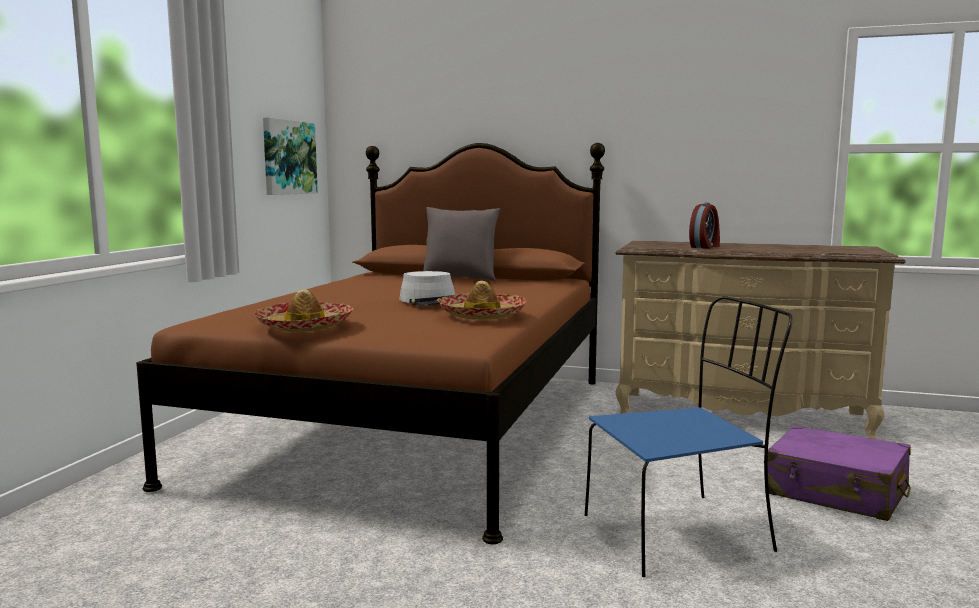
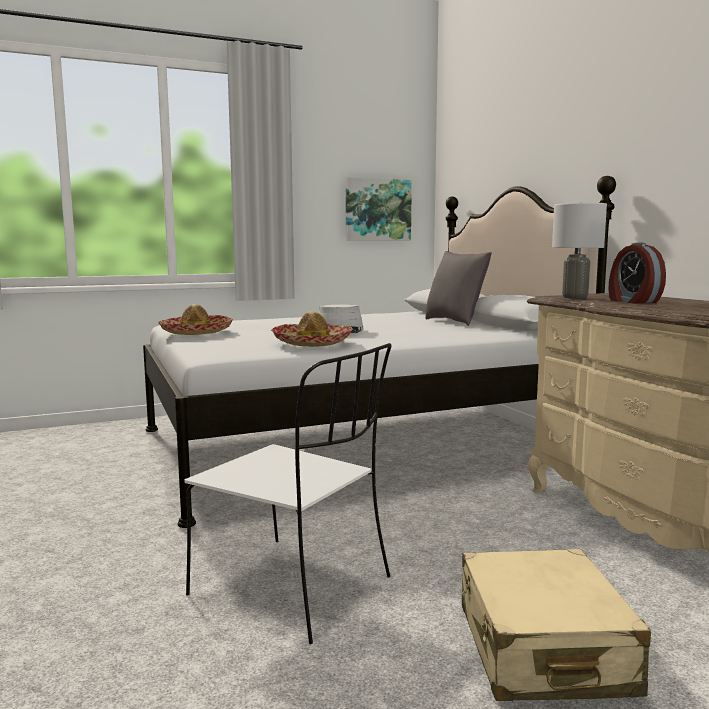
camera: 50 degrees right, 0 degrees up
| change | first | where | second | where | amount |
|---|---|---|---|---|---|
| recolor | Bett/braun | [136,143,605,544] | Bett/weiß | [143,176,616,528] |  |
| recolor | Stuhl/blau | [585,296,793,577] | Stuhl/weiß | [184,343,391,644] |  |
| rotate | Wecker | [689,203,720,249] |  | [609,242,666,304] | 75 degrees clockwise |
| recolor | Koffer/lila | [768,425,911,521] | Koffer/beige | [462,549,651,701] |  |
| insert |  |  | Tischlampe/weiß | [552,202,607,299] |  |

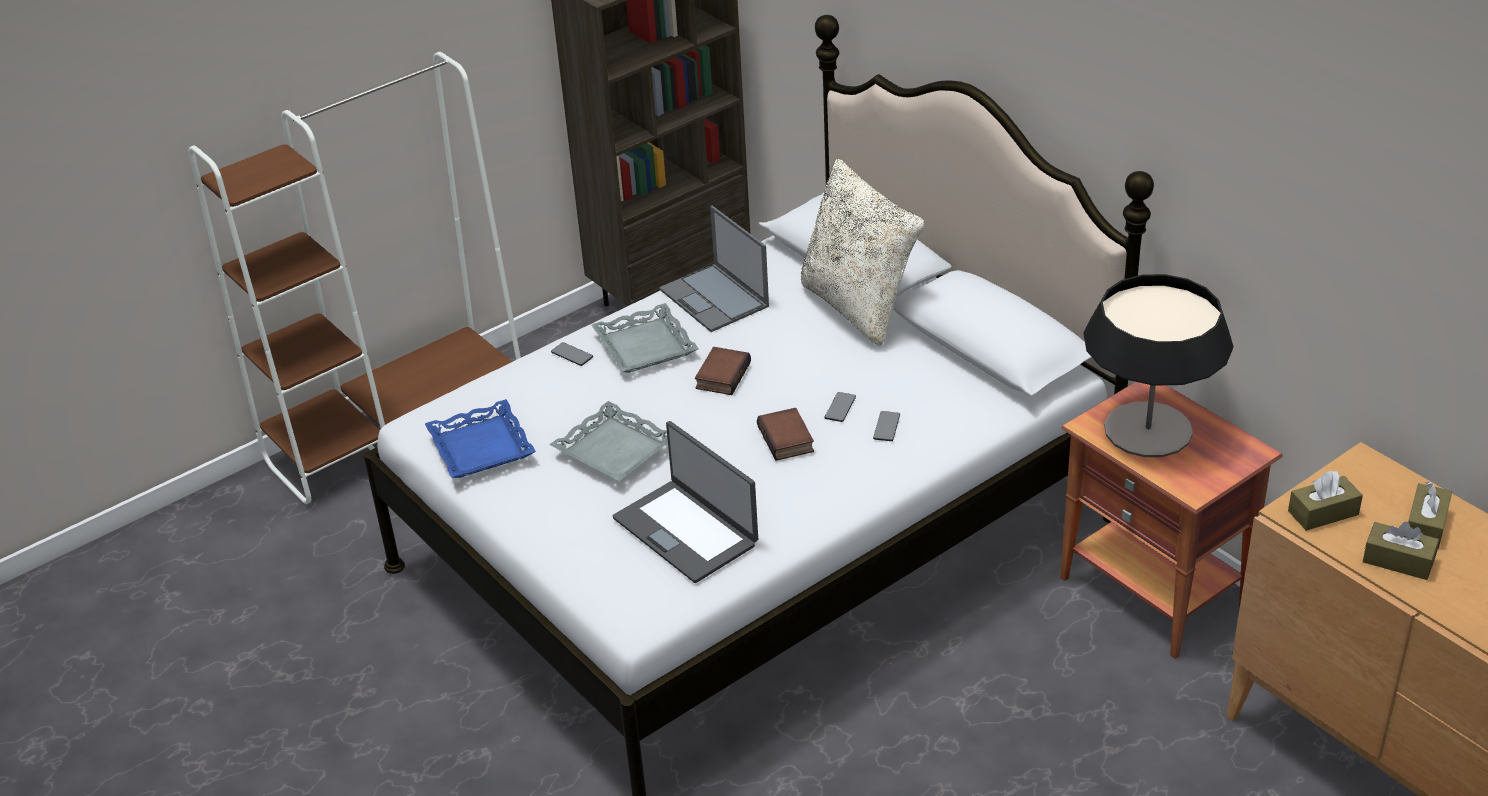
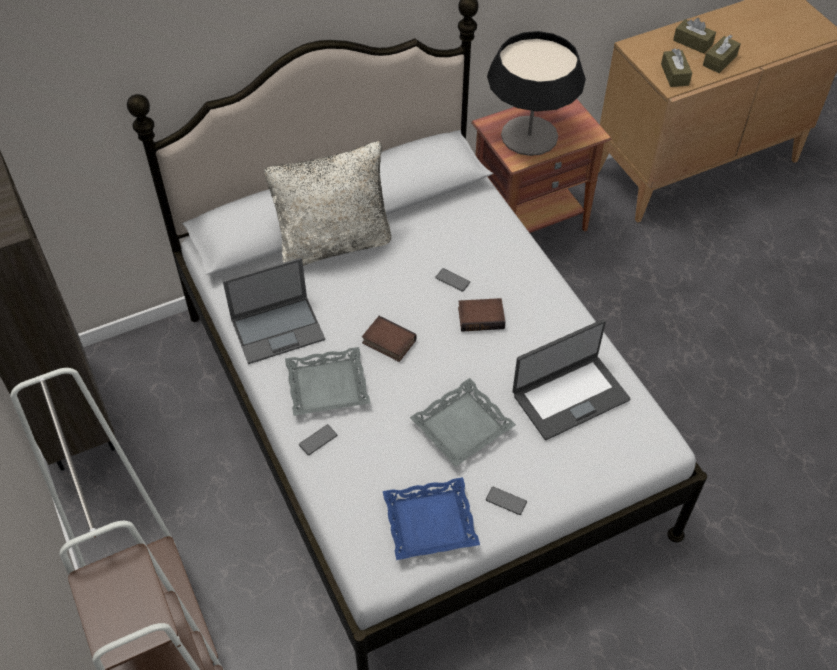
camera: 80 degrees left, 15 degrees up
| change | first | where | second | where | amount |
|---|---|---|---|---|---|
| move | Handy | [873,411,900,441] |  | [486,487,527,515] |  |

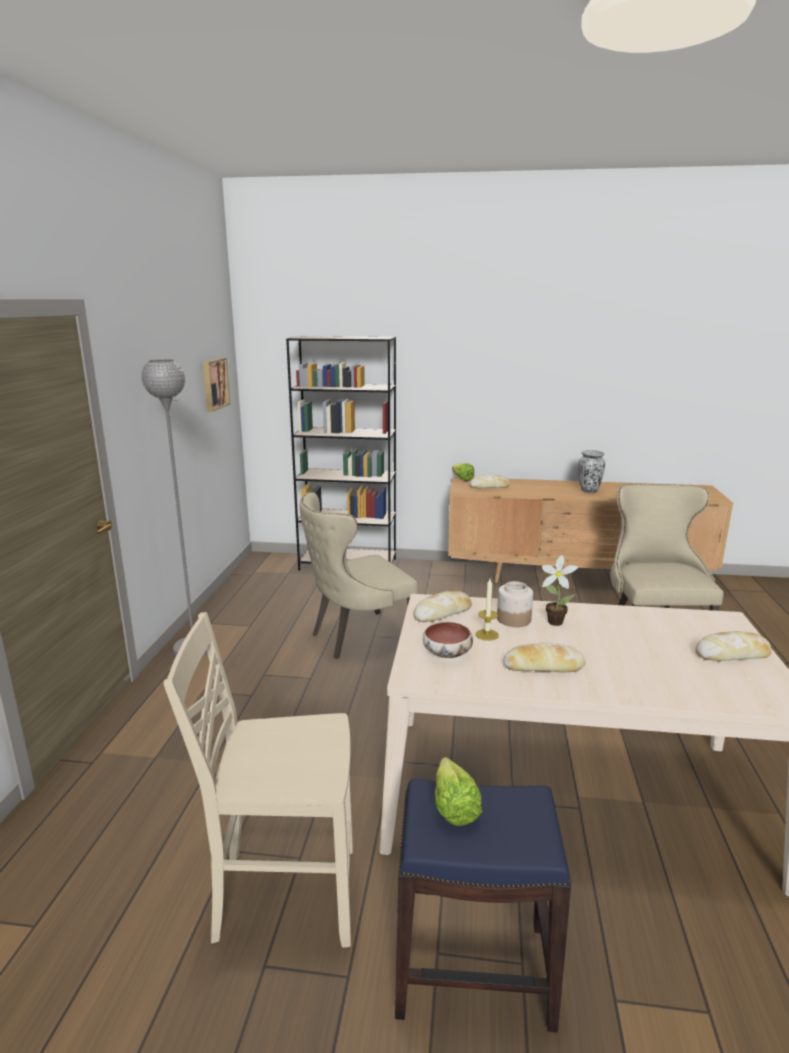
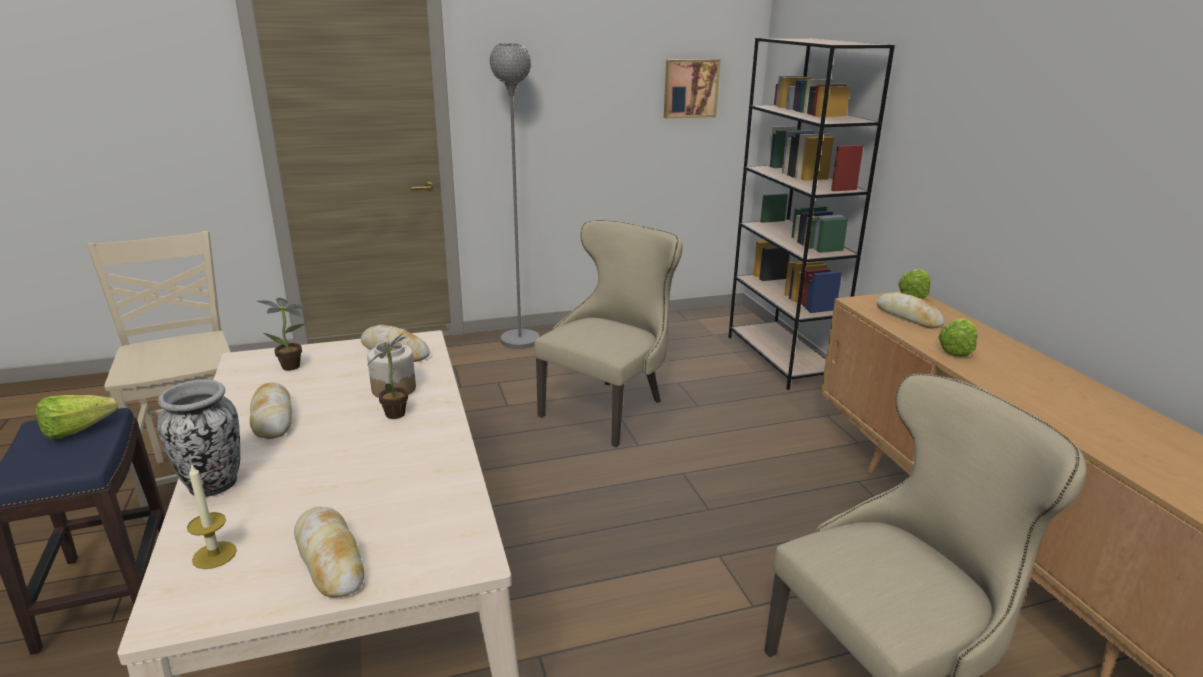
camera: 65 degrees right, 5 degrees up
| change | first | where | second | where | amount |
|---|---|---|---|---|---|
| rotate | Stuhl/beige | [300,492,417,659] |  | [534,220,683,447] | 90 degrees clockwise |
| replace | Schüssel | [423,622,473,658] | Topfpflanze | [257,298,307,371] |  |
| move | Kerze | [475,579,499,641] |  | [187,463,237,569] |  |
| move | Vase | [578,450,605,493] |  | [157,379,240,497] |  |
| insert |  |  | Salatkopf | [938,318,978,357] |  |

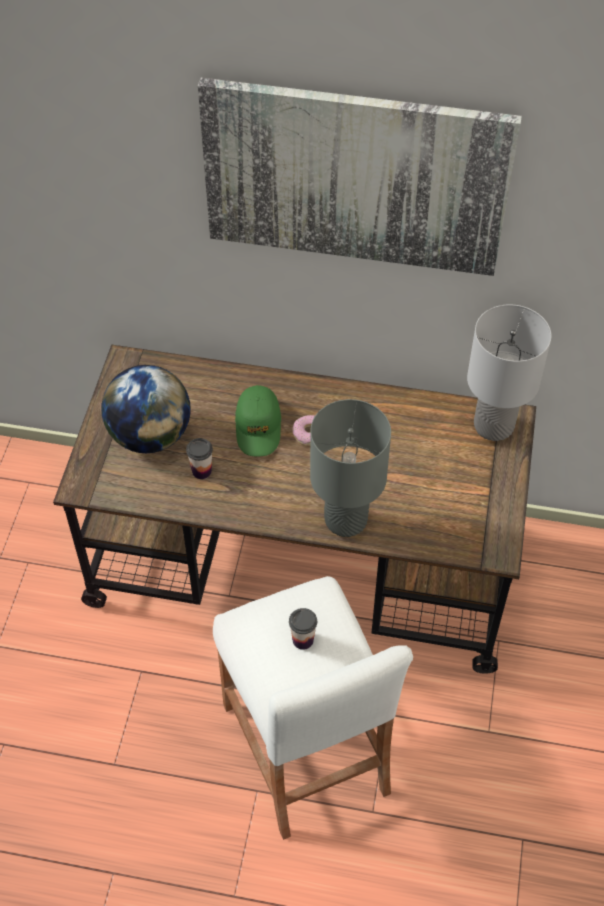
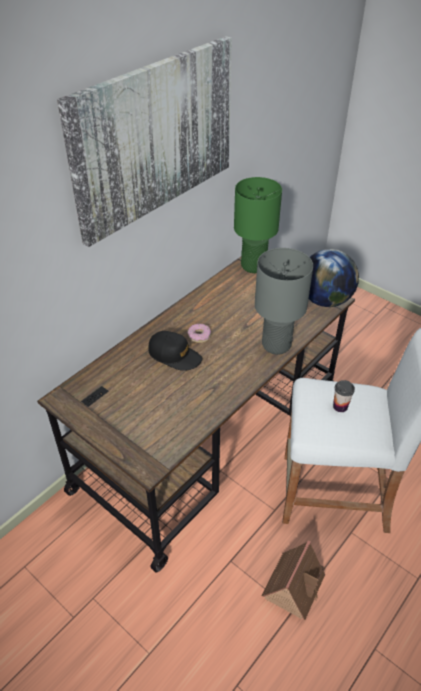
camera: 60 degrees left, 10 degrees down
| change | first | where | second | where | amount |
|---|---|---|---|---|---|
| move | Globus | [102,365,191,453] |  | [309,249,359,307] |  |
| delete | Tasse | [186,438,213,479] |  |  |  |
| recolor | Kappe/grün | [235,385,281,456] | Kappe/schwarz | [148,331,203,371] |  |
| recolor | Tischlampe/grau | [467,304,551,441] | Tischlampe/grün | [234,177,282,273] |  |
| insert |  |  | Spielzeughaus | [261,541,325,620] |  |

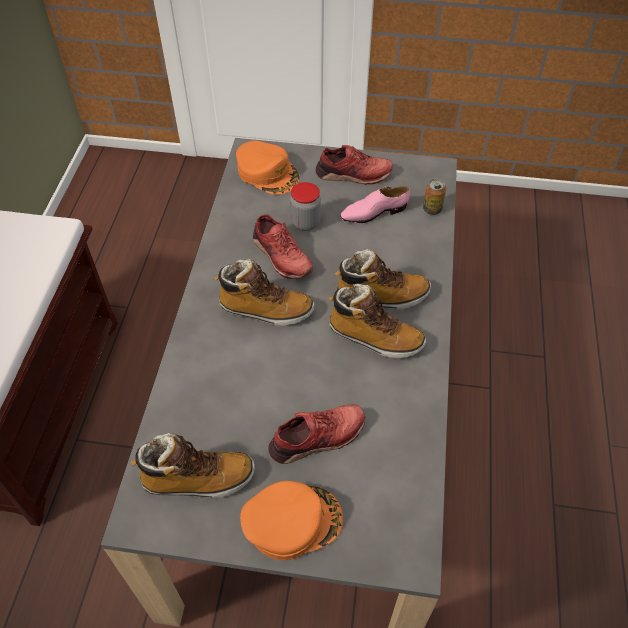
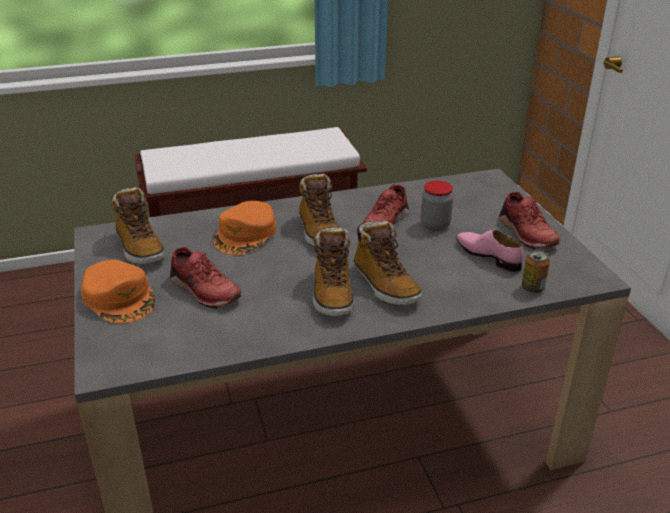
camera: 65 degrees right, 20 degrees down
| change | first | where | second | where | amount |
|---|---|---|---|---|---|
| move | Kappe/orange | [236,141,300,195] |  | [213,201,276,255] |  |

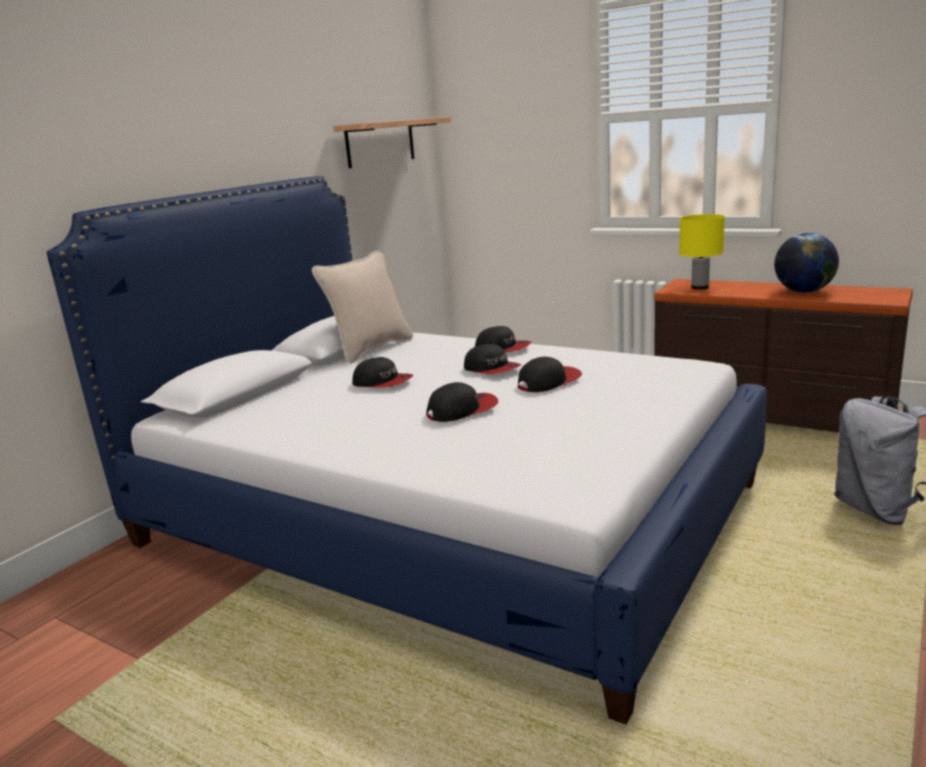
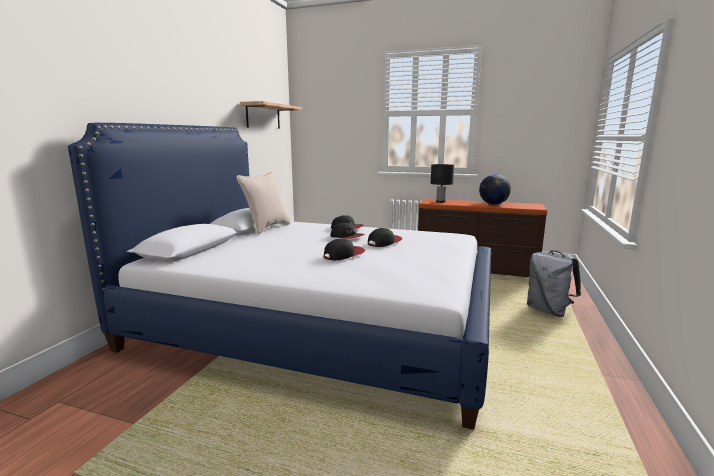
camera: 15 degrees left, 5 degrees down
| change | first | where | second | where | amount |
|---|---|---|---|---|---|
| delete | Kappe | [352,357,414,387] |  |  |  |
| recolor | Tischlampe/gelb | [679,214,725,290] | Tischlampe/schwarz | [431,164,454,203] |  |

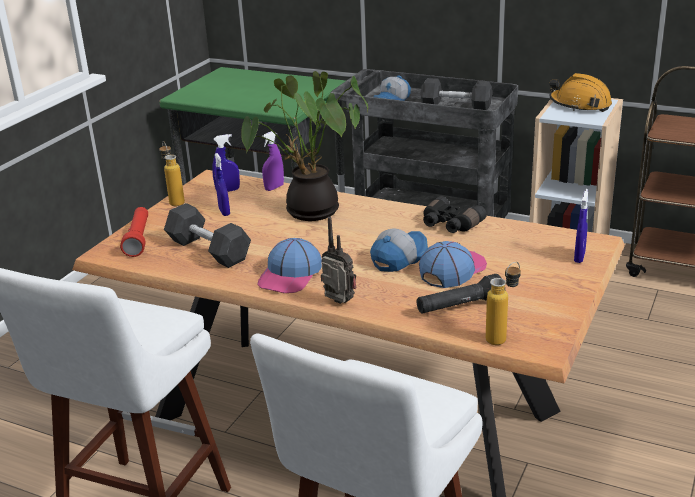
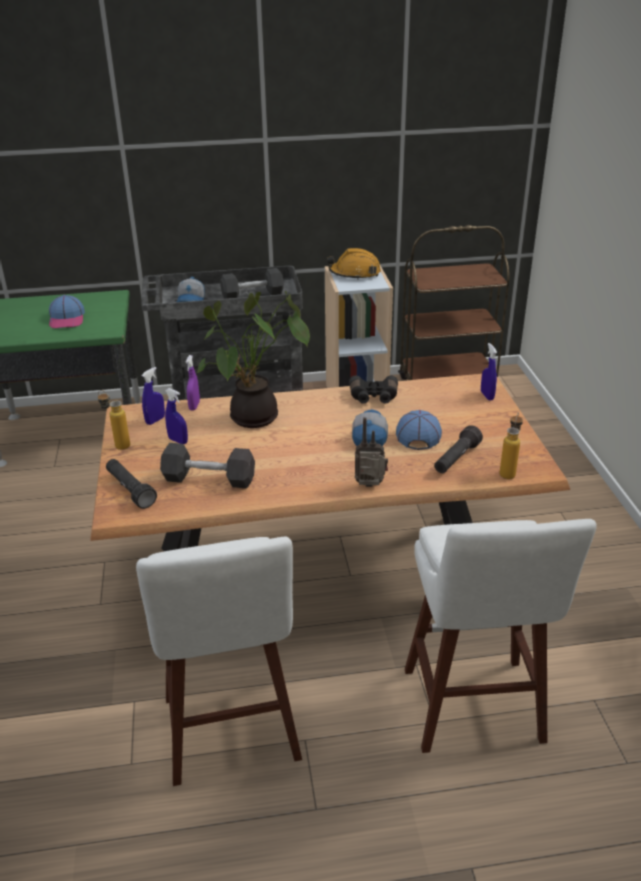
camera: 35 degrees left, 5 degrees up
| change | first | where | second | where | amount |
|---|---|---|---|---|---|
| recolor | Taschenlampe/rot | [120,207,148,257] | Taschenlampe/schwarz | [106,459,157,509] |  |
| move | Kappe | [257,238,322,293] |  | [49,295,85,328] |  |

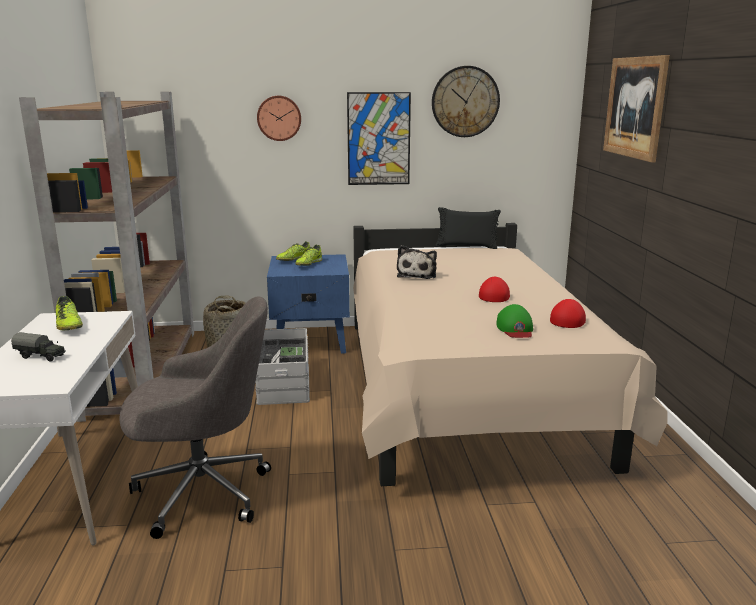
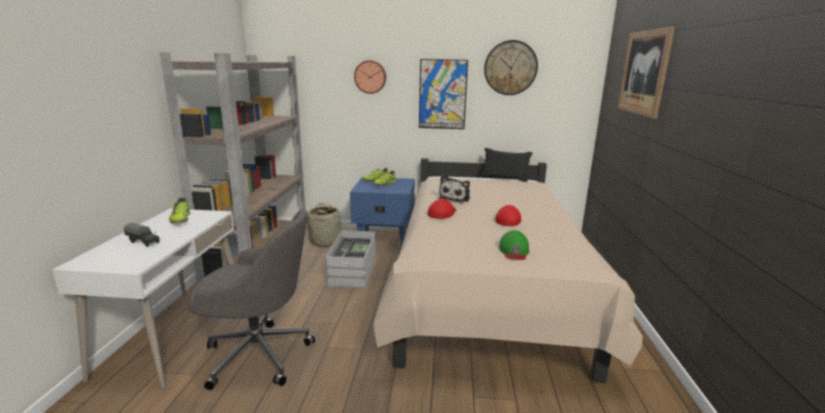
camera: 10 degrees right, 0 degrees up
| change | first | where | second | where | amount |
|---|---|---|---|---|---|
| move | Kappe/rot | [550,299,586,328] |  | [428,199,456,219] |  |

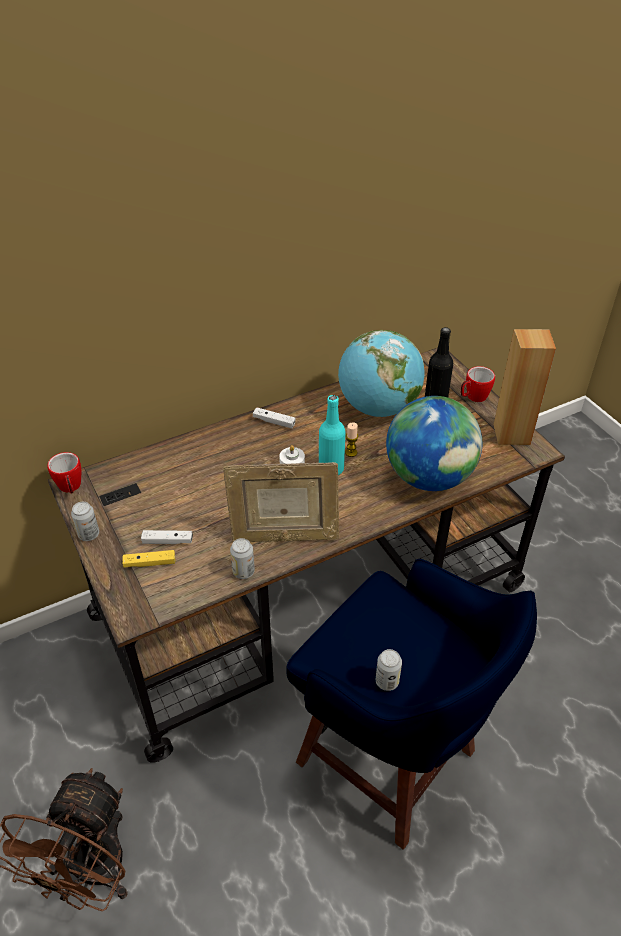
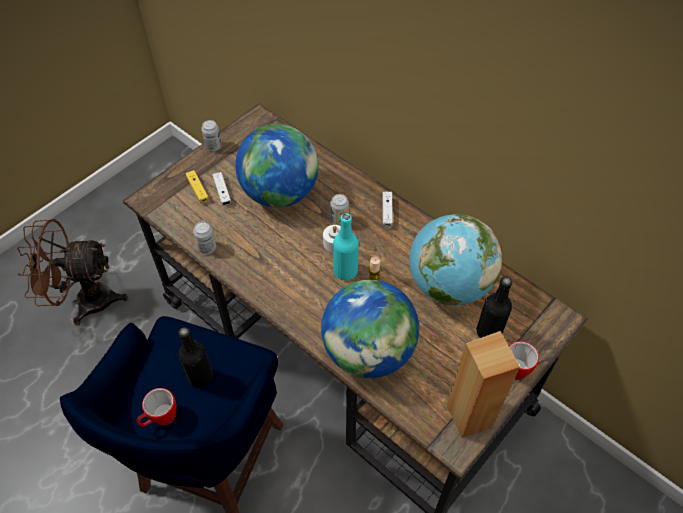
camera: 70 degrees right, 10 degrees up
| change | first | where | second | where | amount |
|---|---|---|---|---|---|
| move | Henkelbecher | [47,452,81,493] |  | [136,388,176,427] |  |
| delete | Bilderrahmen | [223,462,339,542] |  |  |  |
| move | Dose | [376,649,402,691] |  | [330,194,349,226] |  |
| insert |  |  | Flasche/schwarz | [178,327,213,388] |  |
| insert |  |  | Globus | [235,124,319,208] |  |

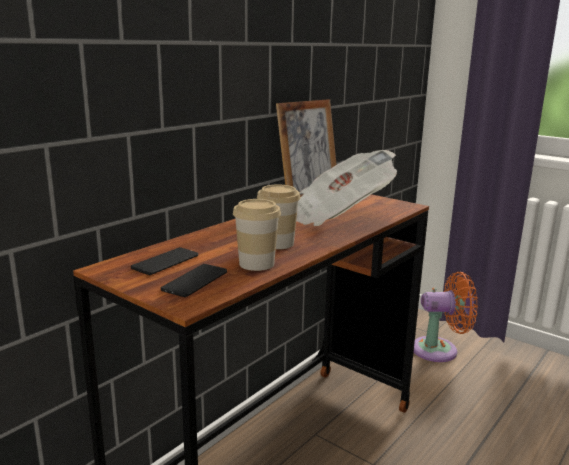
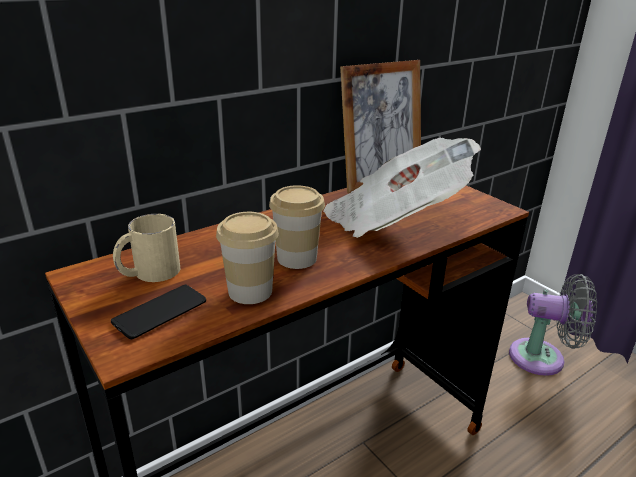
camera: 15 degrees right, 10 degrees up
| change | first | where | second | where | amount |
|---|---|---|---|---|---|
| replace | Handy | [131,247,198,275] | Henkelbecher/beige | [113,214,180,282] |  |
| recolor | Ventilator/orange | [414,272,478,362] | Ventilator/grau | [509,274,597,376] |  |

